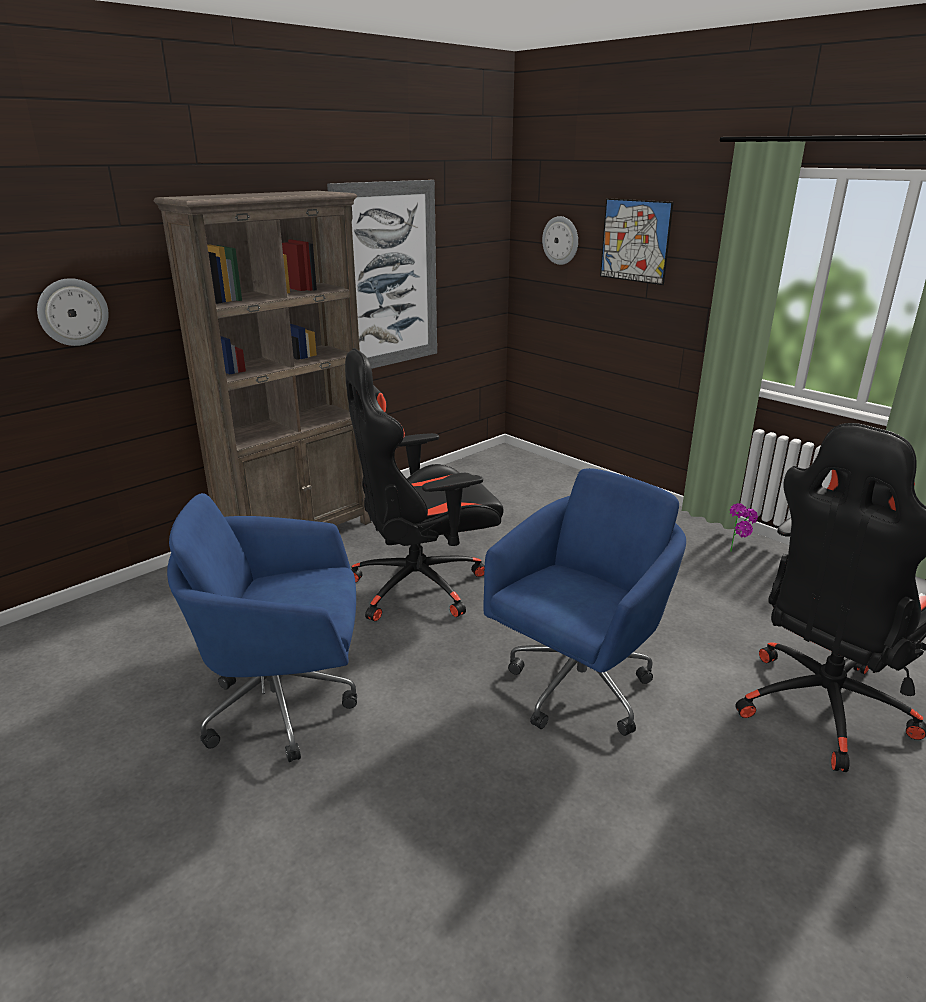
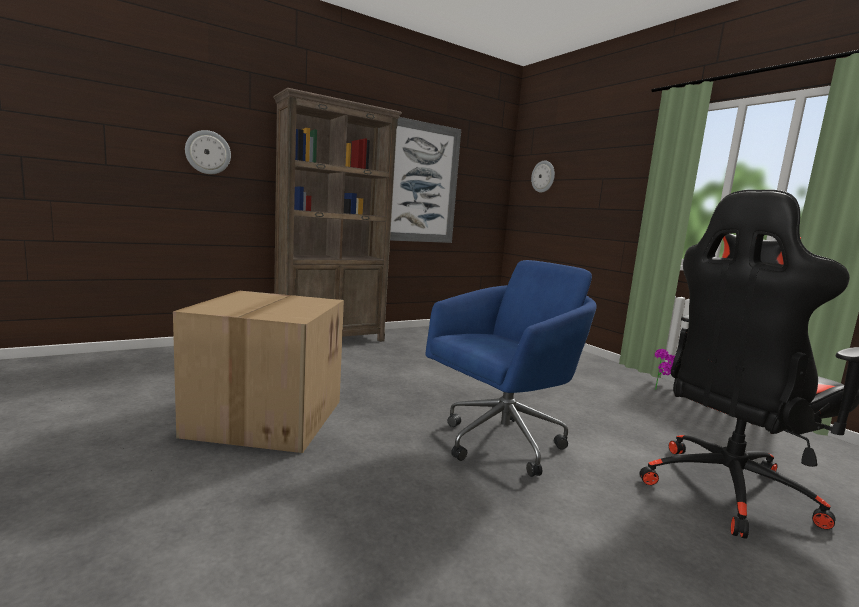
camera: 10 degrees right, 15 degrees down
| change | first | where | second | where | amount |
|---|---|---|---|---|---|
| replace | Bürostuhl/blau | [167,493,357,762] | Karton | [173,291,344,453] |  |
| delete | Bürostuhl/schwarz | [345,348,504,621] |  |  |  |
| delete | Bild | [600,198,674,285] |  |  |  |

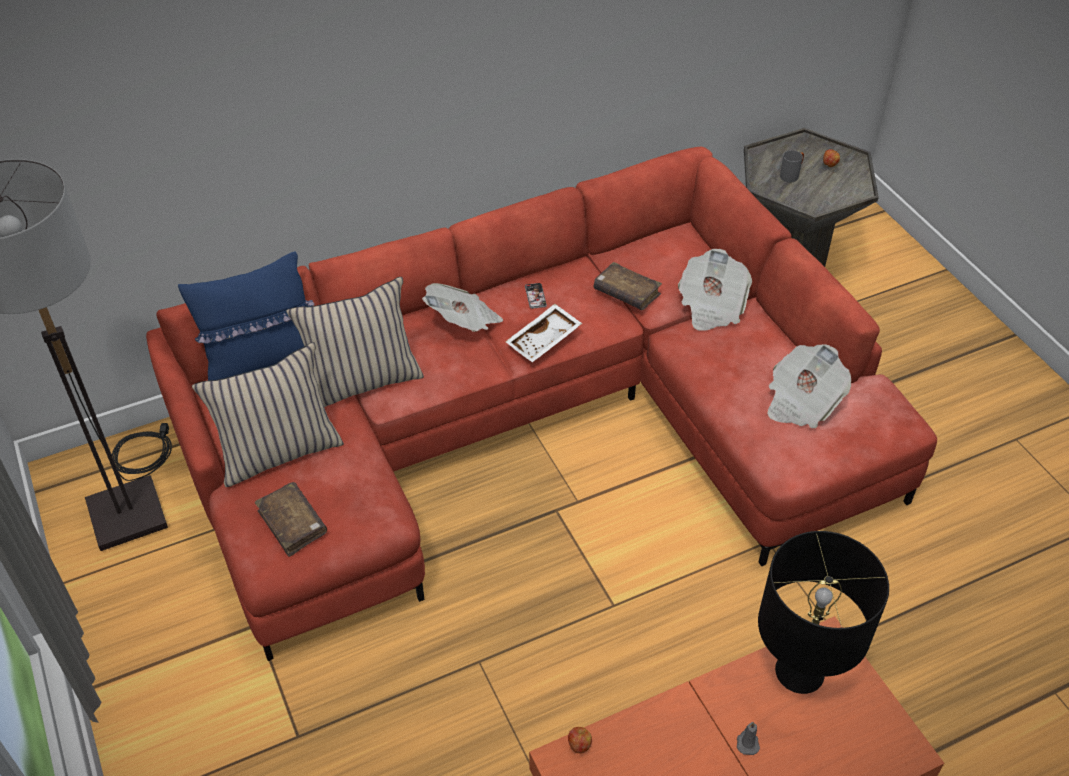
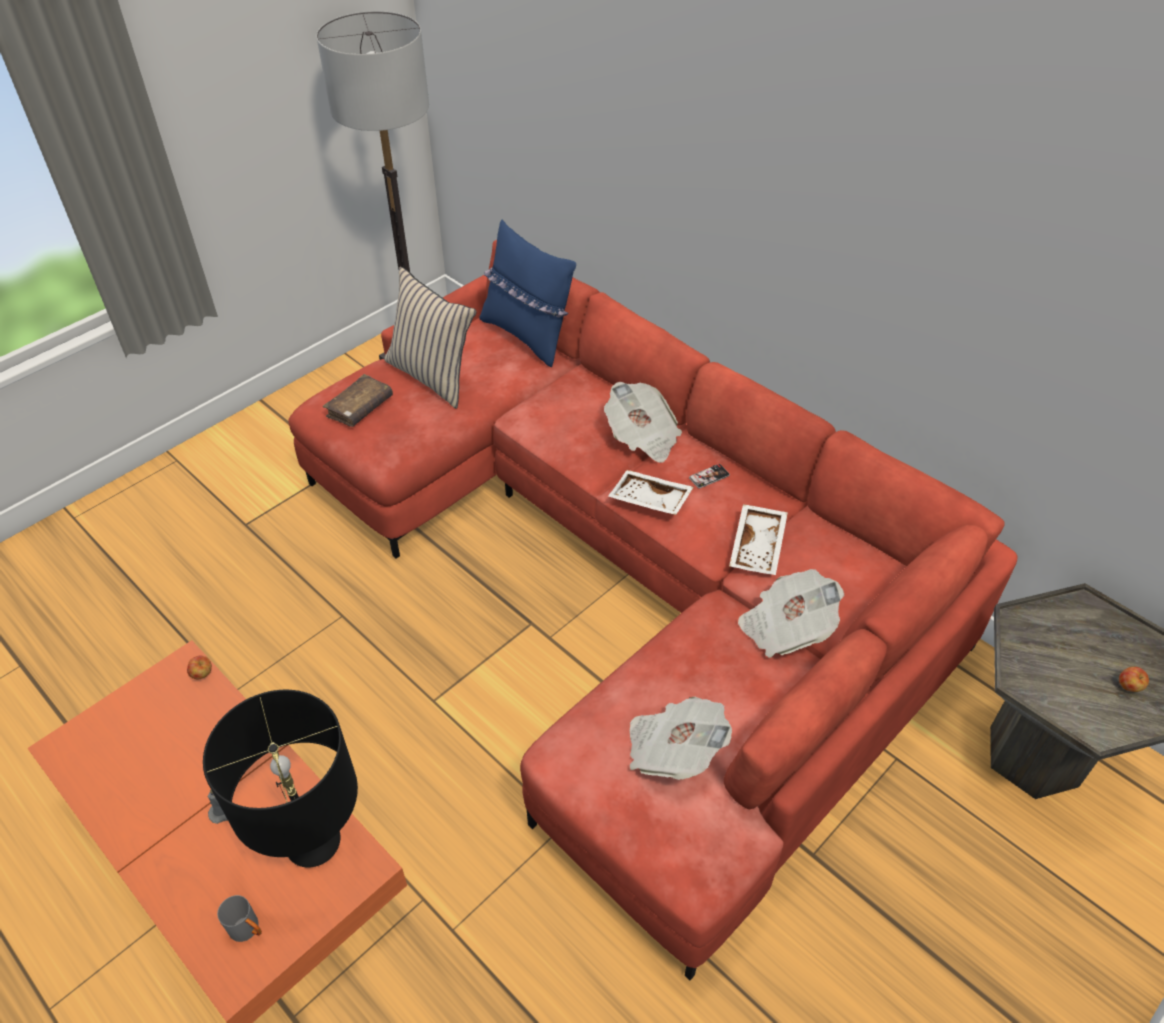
camera: 70 degrees right, 0 degrees up
| change | first | where | second | where | amount |
|---|---|---|---|---|---|
| delete | Kissen/beige | [286,277,424,407] |  |  |  |
| replace | Buch/braun | [594,262,662,310] | Tablett/weiß | [729,504,788,575] |  |
| move | Henkelbecher/grau | [780,150,804,182] |  | [217,895,262,942] |  |

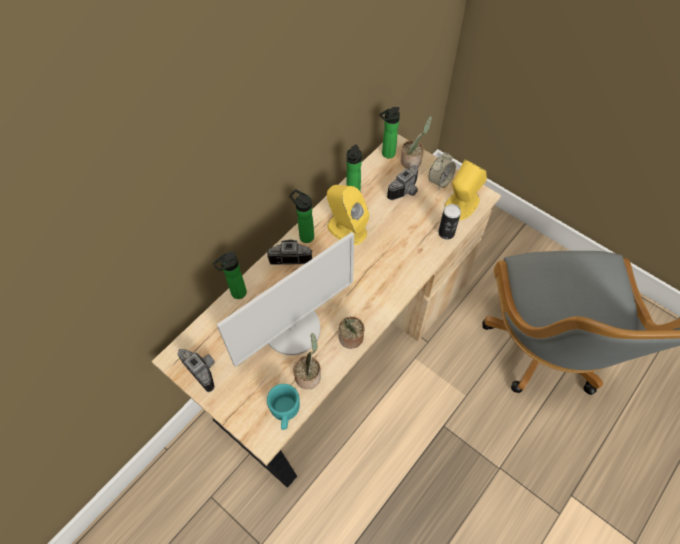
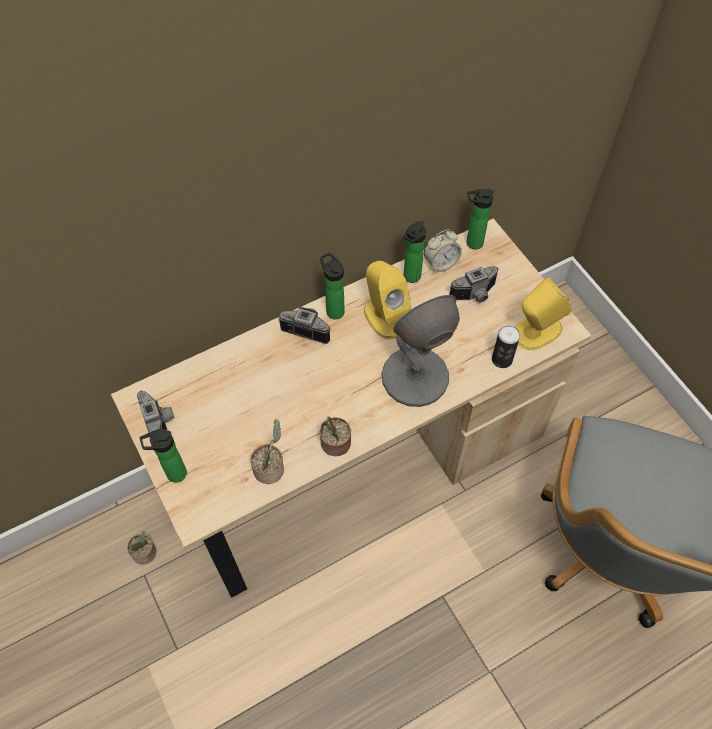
camera: 20 degrees right, 0 degrees up
| change | first | where | second | where | amount |
|---|---|---|---|---|---|
| move | Flasche | [213,251,247,299] |  | [140,429,187,483] |  |
| delete | Monitor | [216,232,354,367] |  |  |  |
| delete | Henkelbecher/türkis | [267,384,300,430] |  |  |  |
| move | Topfpflanze | [401,116,432,169] |  | [127,531,156,564] |  |
| move | Wecker | [428,152,456,189] |  | [424,229,462,273] |  |
| insert |  |  | Tischlampe/grau | [382,295,460,407] |  |

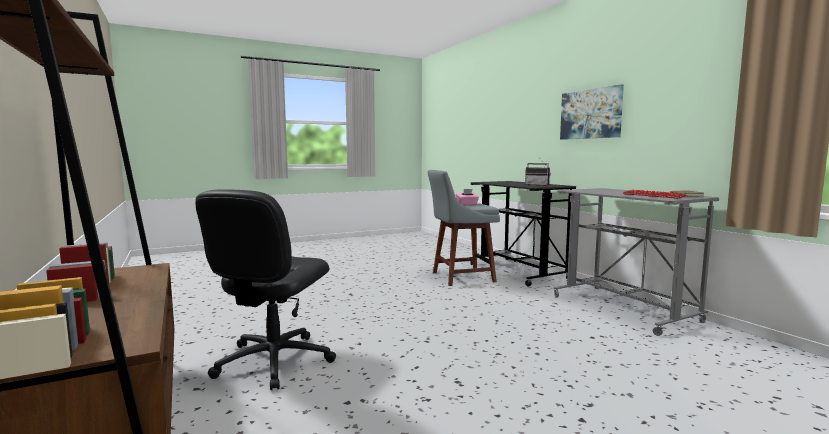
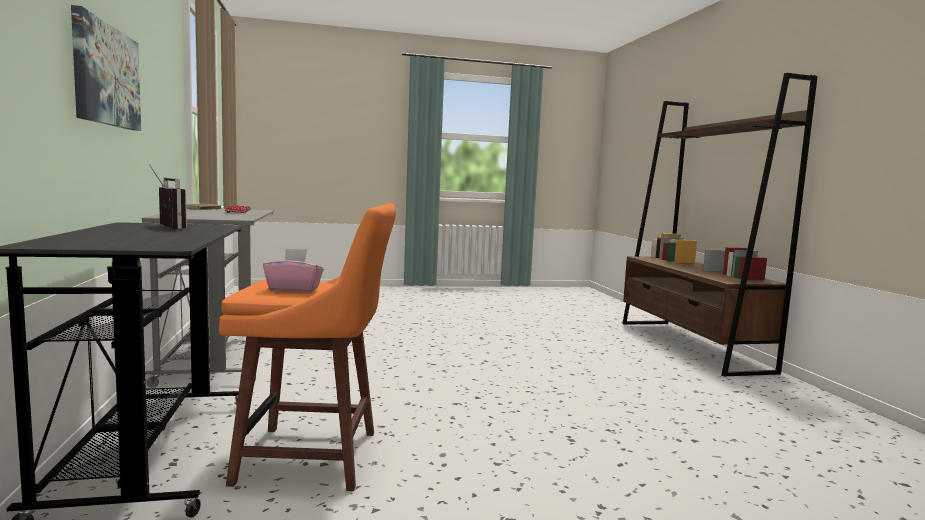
camera: 165 degrees left, 0 degrees up
| change | first | where | second | where | amount |
|---|---|---|---|---|---|
| delete | Bürostuhl/schwarz | [196,189,336,390] |  |  |  |
| recolor | Hocker/grau | [428,170,500,286] | Hocker/orange | [219,203,396,491] |  |

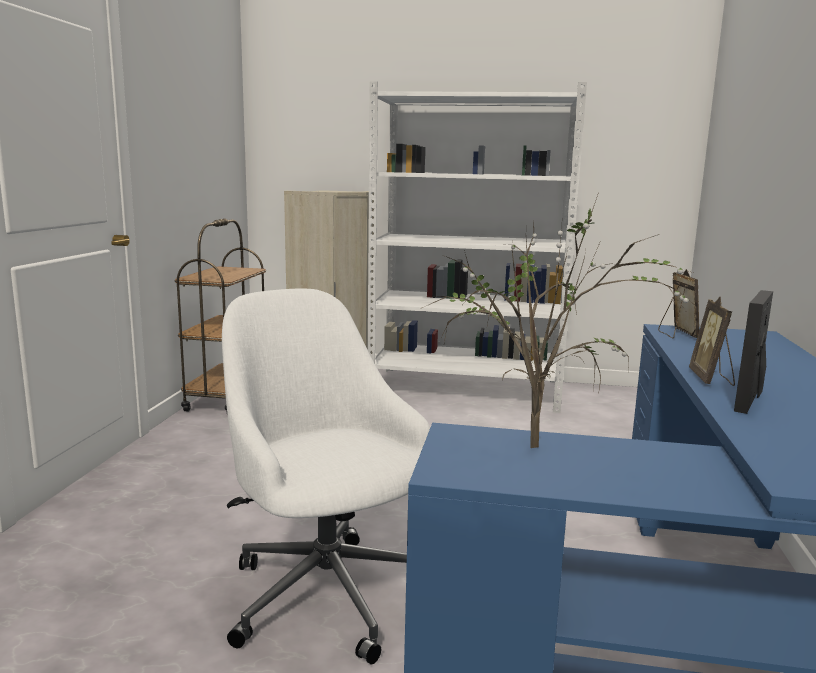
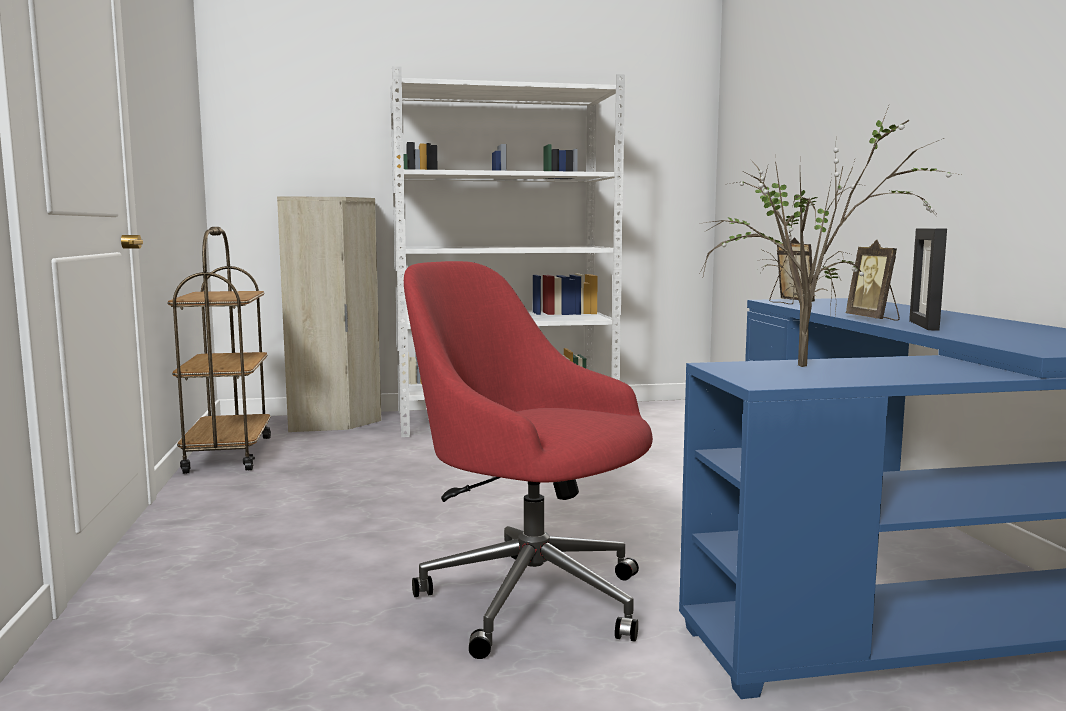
camera: 20 degrees left, 5 degrees down
| change | first | where | second | where | amount |
|---|---|---|---|---|---|
| recolor | Bürostuhl/weiß | [222,289,430,664] | Bürostuhl/rot | [404,261,653,659] |  |

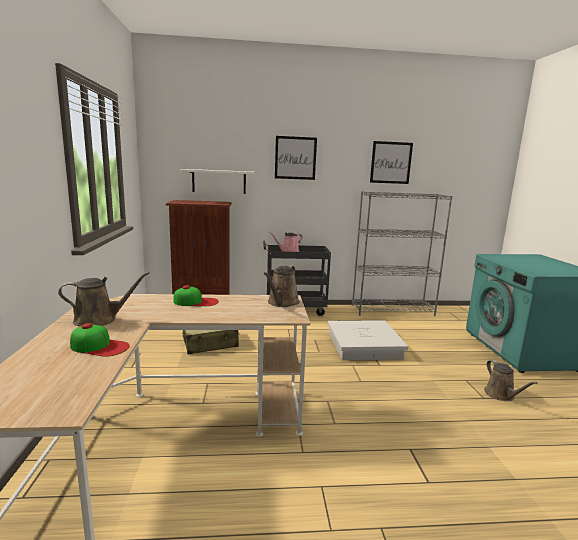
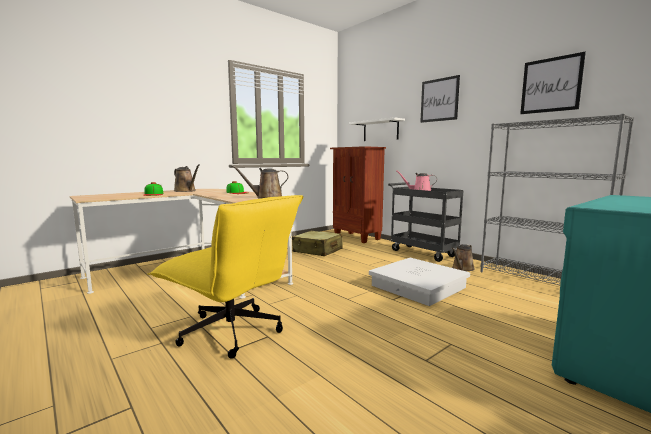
camera: 55 degrees right, 5 degrees down
| change | first | where | second | where | amount |
|---|---|---|---|---|---|
| move | Gießkanne/braun | [484,360,538,401] |  | [452,244,475,272] |  |
| insert |  |  | Bürostuhl/gelb | [147,195,303,359] |  |

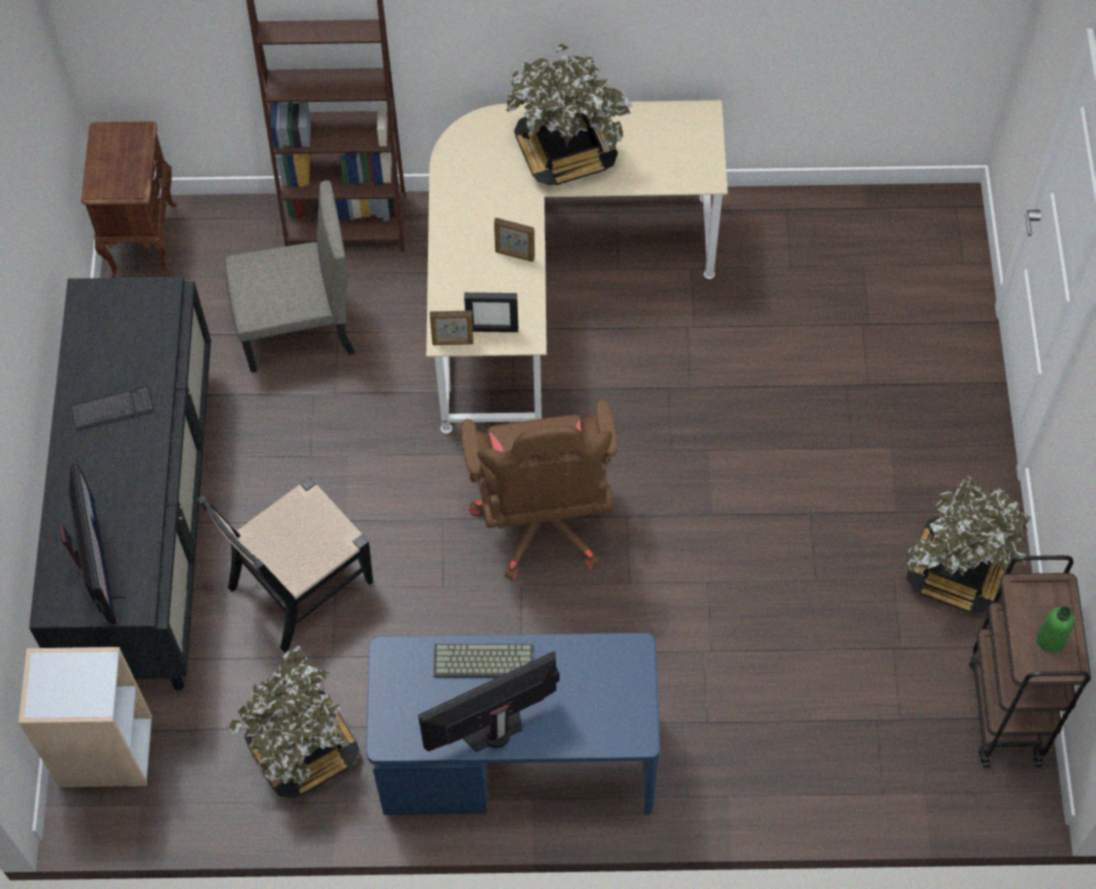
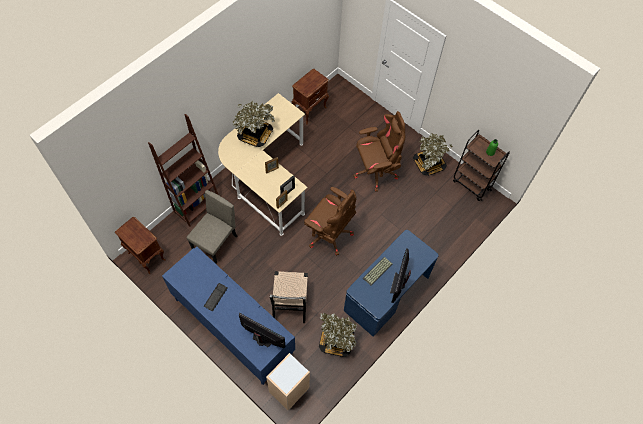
camera: 50 degrees left, 0 degrees up
| change | first | where | second | where | amount |
|---|---|---|---|---|---|
| recolor | Schrank/schwarz | [29,277,211,690] | Schrank/blau | [162,247,295,385] |  |
| insert |  |  | Nachttisch/braun | [292,69,329,124] |  |
| insert |  |  | Bürostuhl/braun | [353,111,405,192] |  |

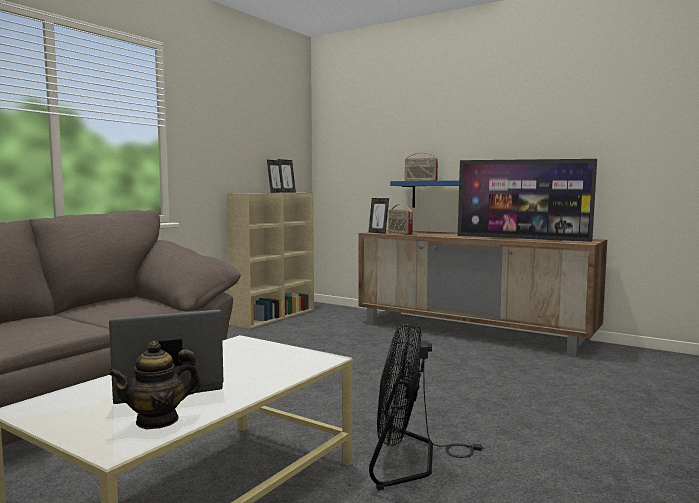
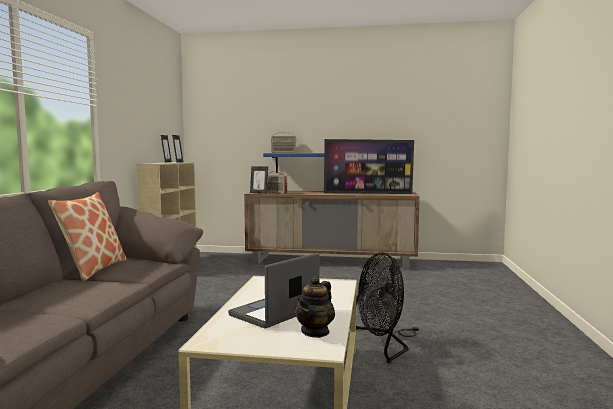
camera: 25 degrees left, 0 degrees up
| change | first | where | second | where | amount |
|---|---|---|---|---|---|
| insert |  |  | Kissen | [48,192,127,282] |  |

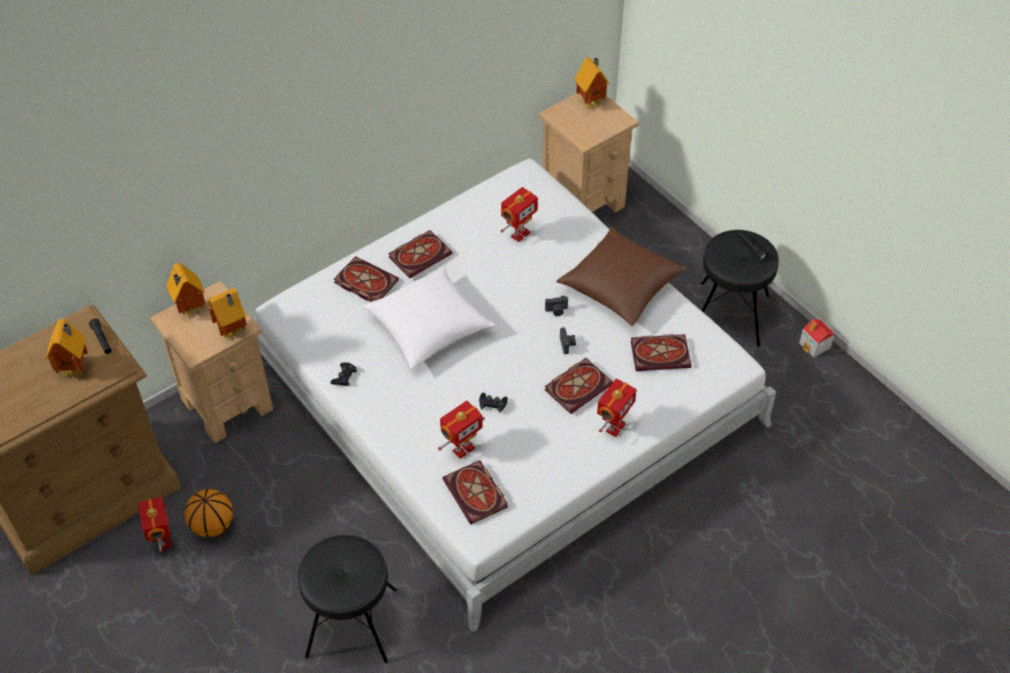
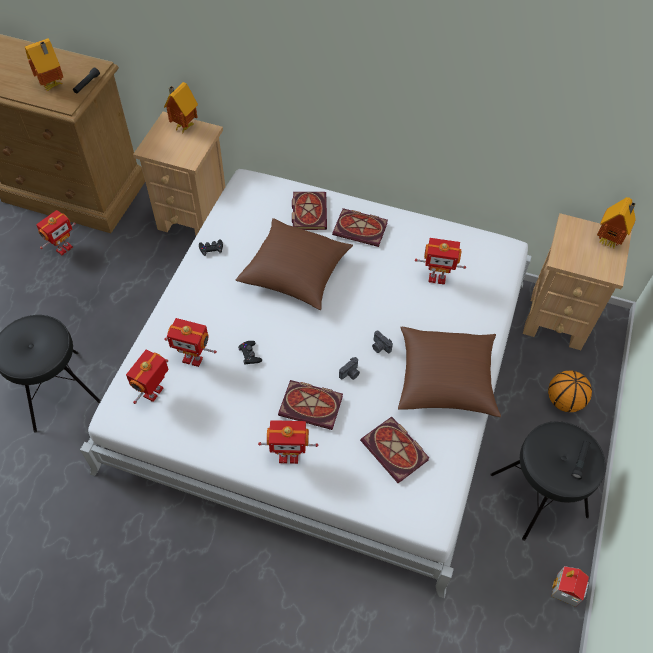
camera: 55 degrees right, 5 degrees up
| change | first | where | second | where | amount |
|---|---|---|---|---|---|
| move | Basketball | [184,489,233,537] |  | [548,370,592,412] |  |
| delete | Spielzeughaus | [208,288,247,340] |  |  |  |
| recolor | Kissen/weiß | [362,266,496,369] | Kissen/braun | [236,218,353,310] |  |
| replace | Buch | [443,460,508,524] | Spielzeugroboter | [126,350,169,404] |  |

